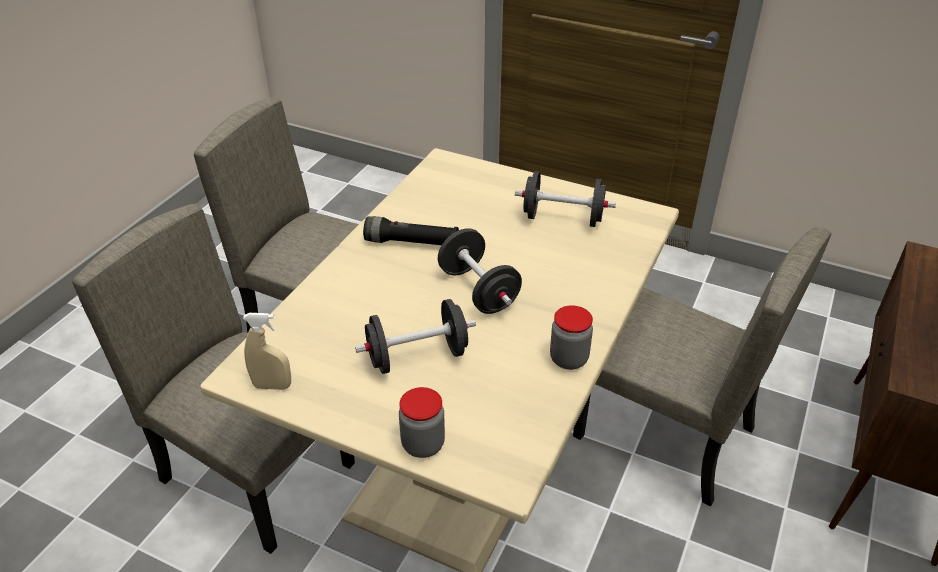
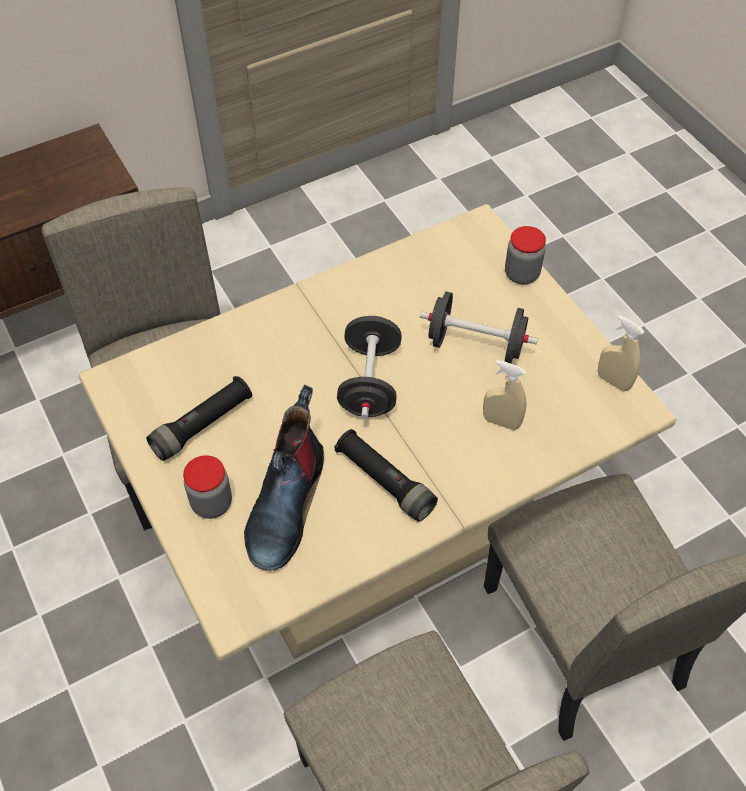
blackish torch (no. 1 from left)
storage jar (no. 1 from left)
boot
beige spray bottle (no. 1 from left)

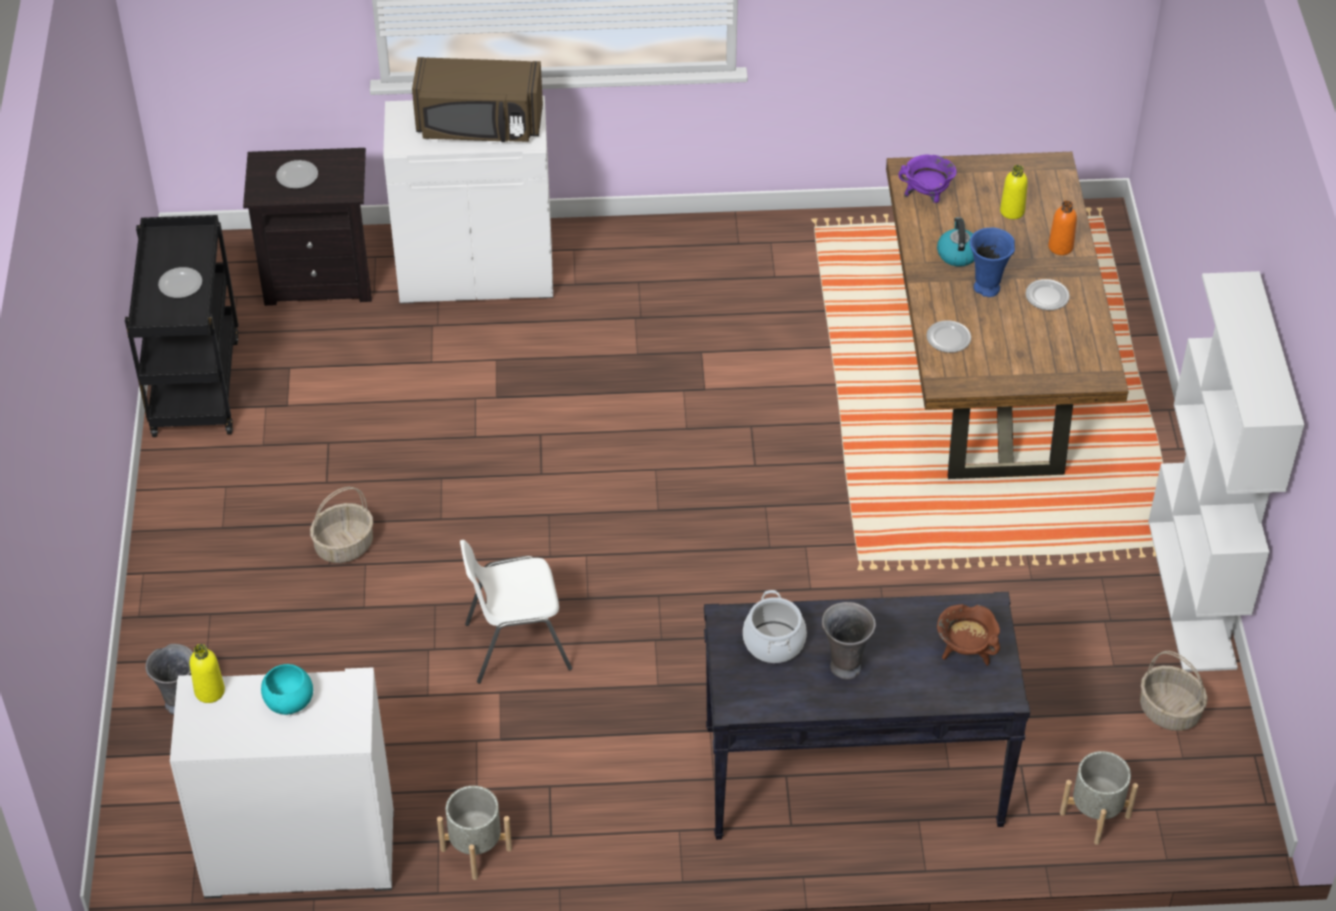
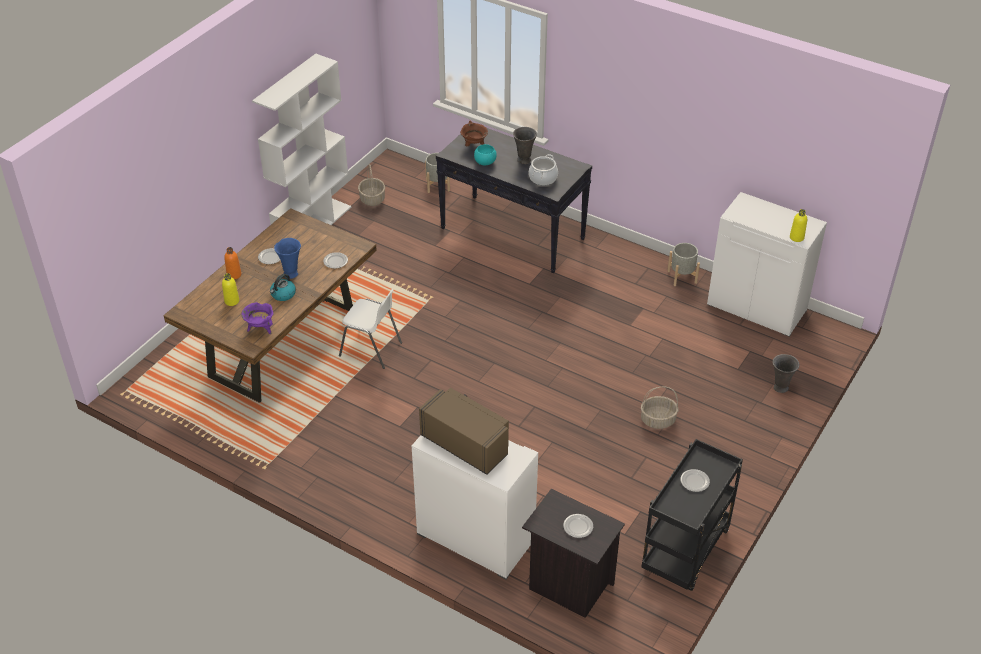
white-coloured chair
blue-green bowl

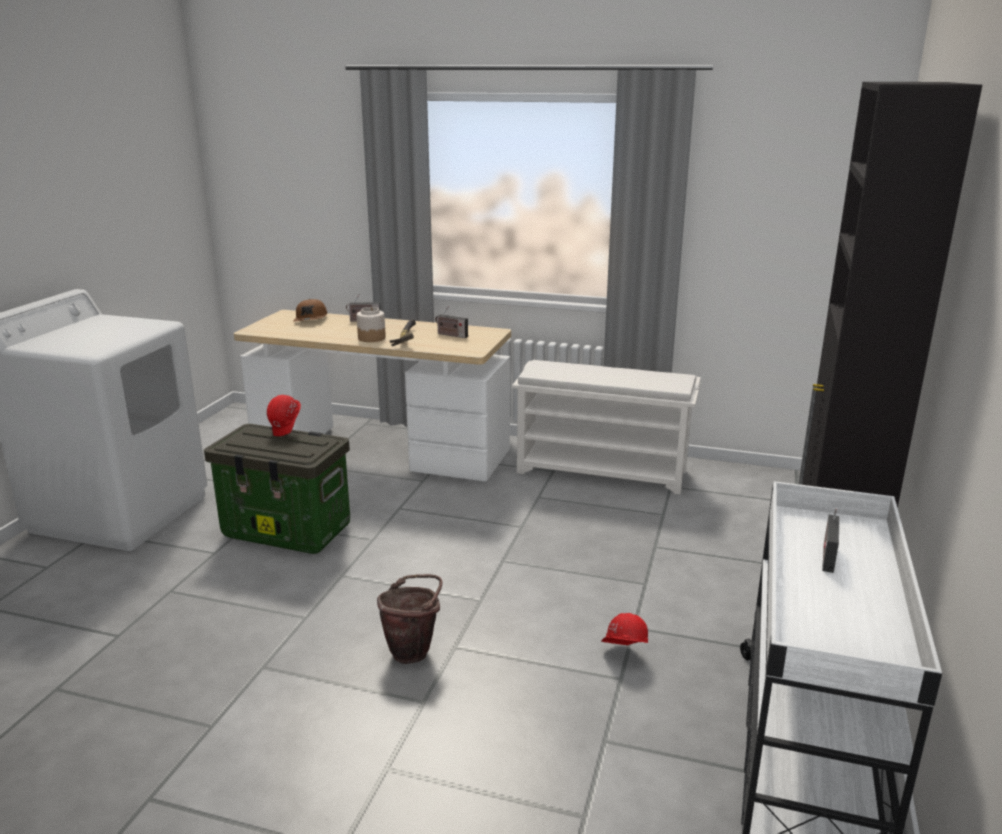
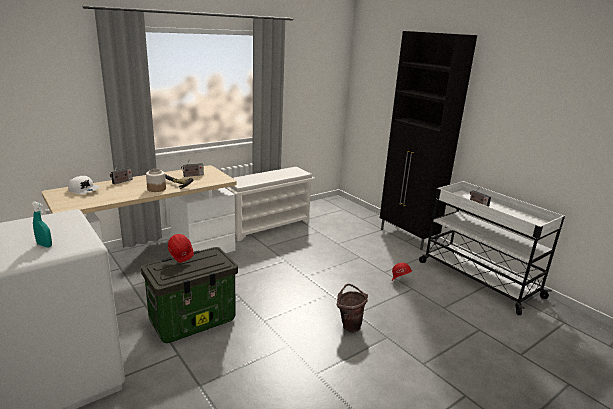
blue-green spray bottle
white-coloured cap

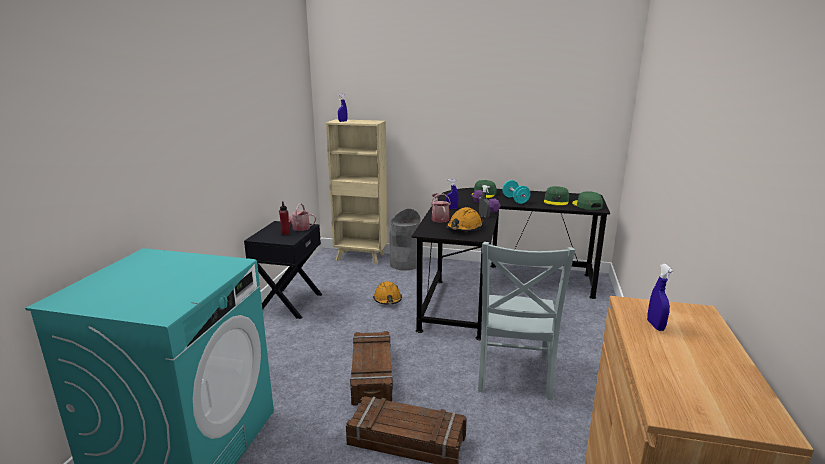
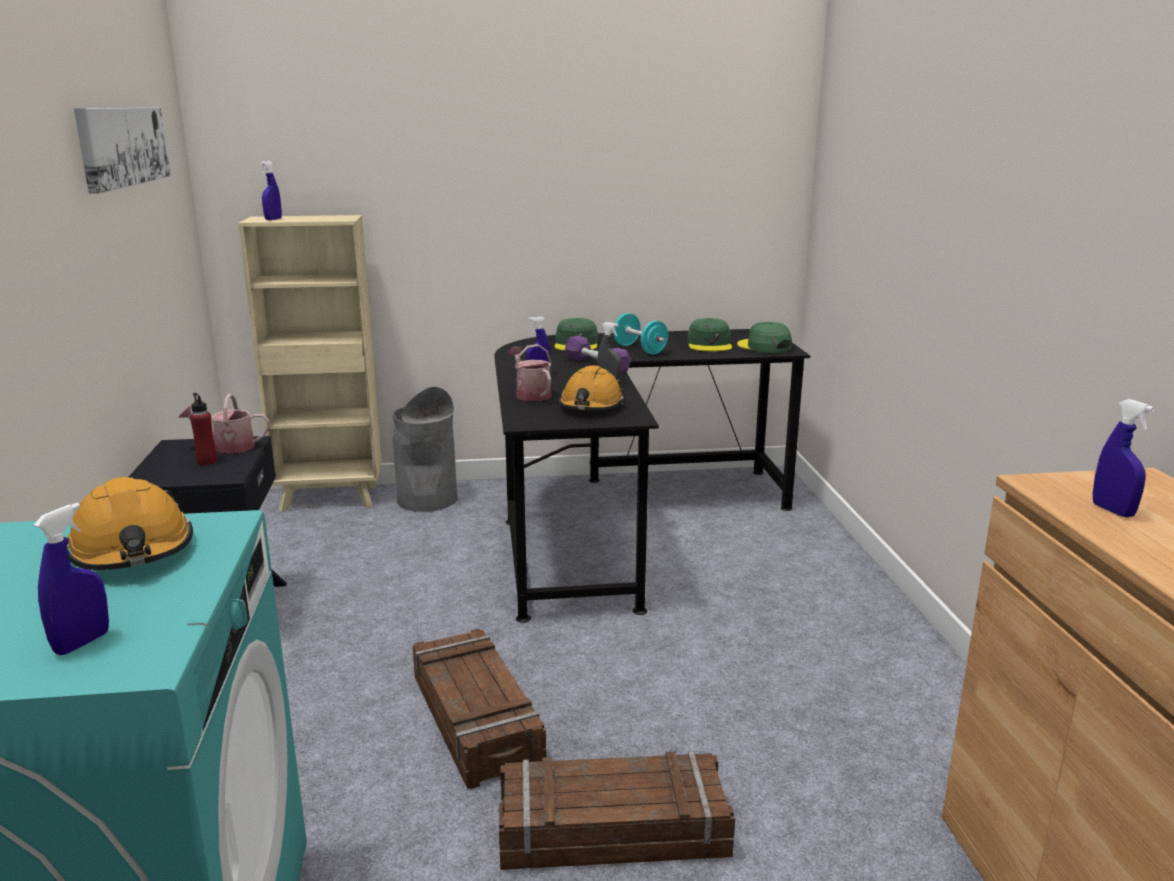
blue-coloured spray bottle (no. 1 from left)
orange hard hat (no. 1 from left)
wall art
gray chair

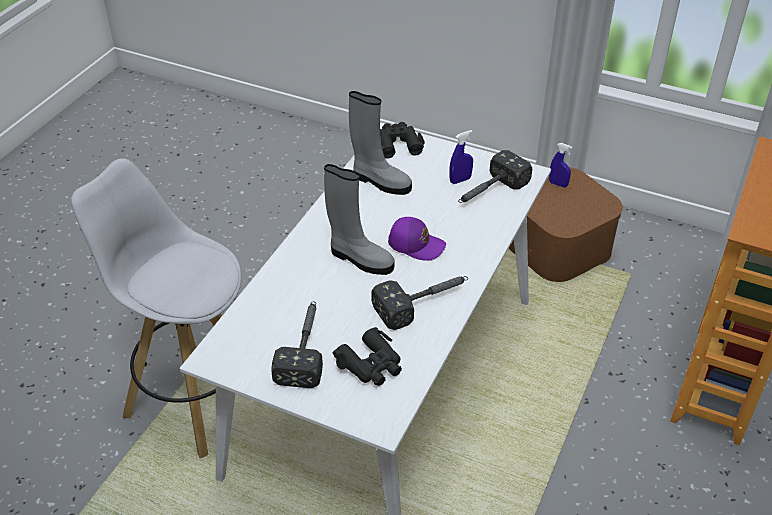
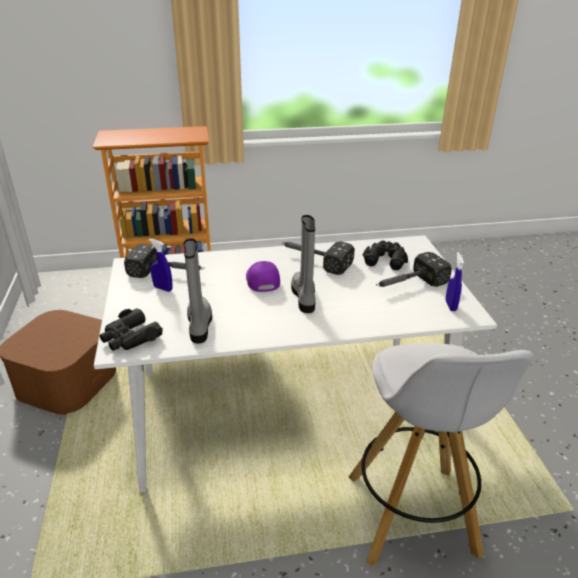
blue-coloured spray bottle (no. 2 from left)

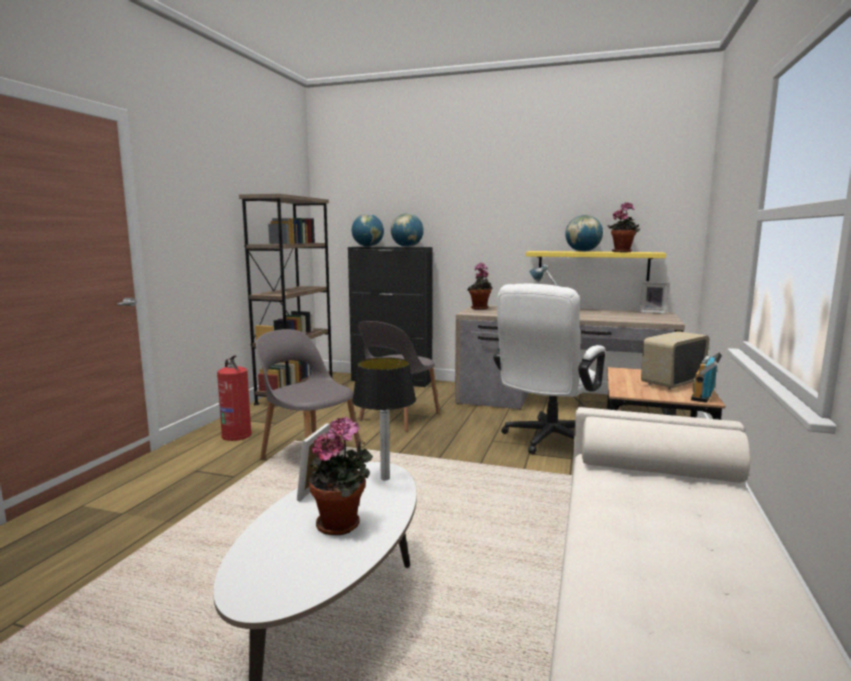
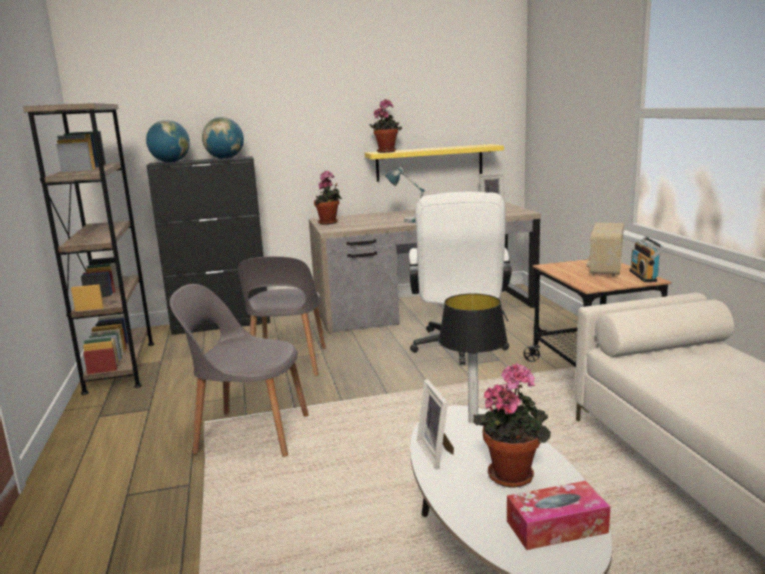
potted plant (no. 2 from left)
tissue holder
fire extinguisher
globe (no. 3 from left in the first image)

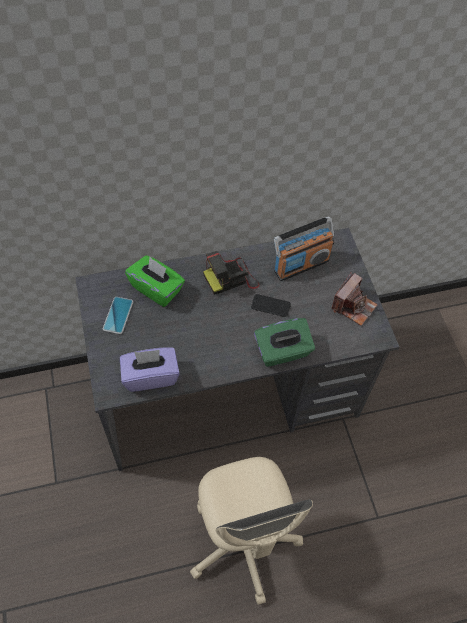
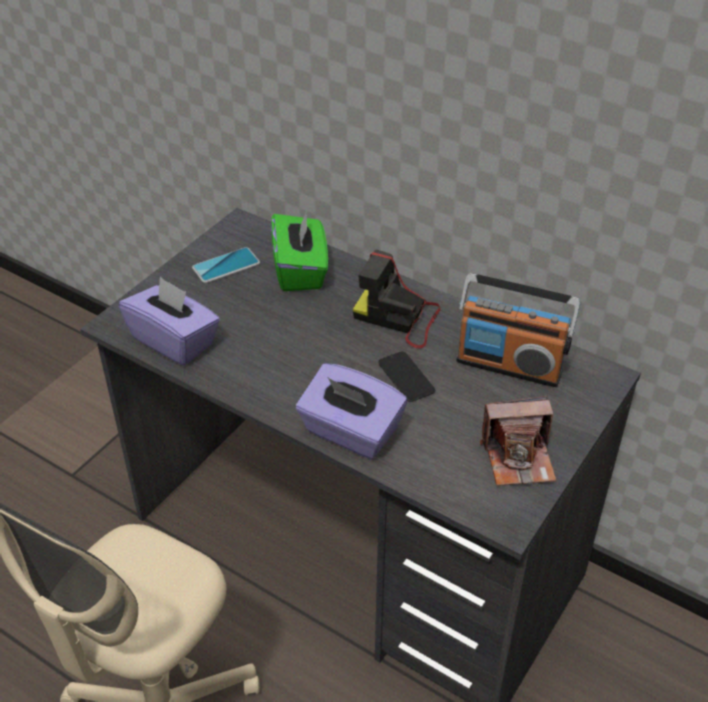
purplish tissue holder (no. 2 from left)

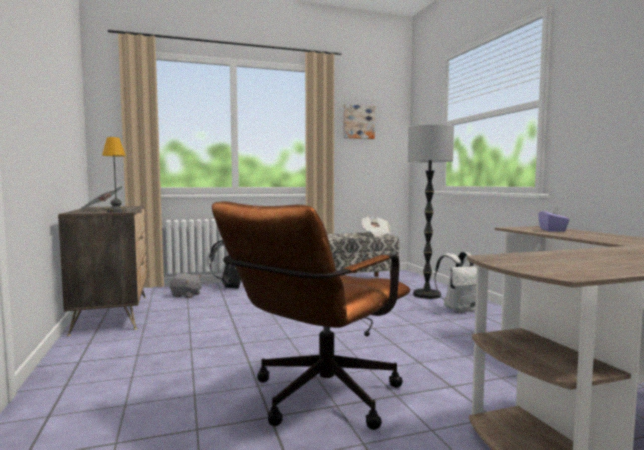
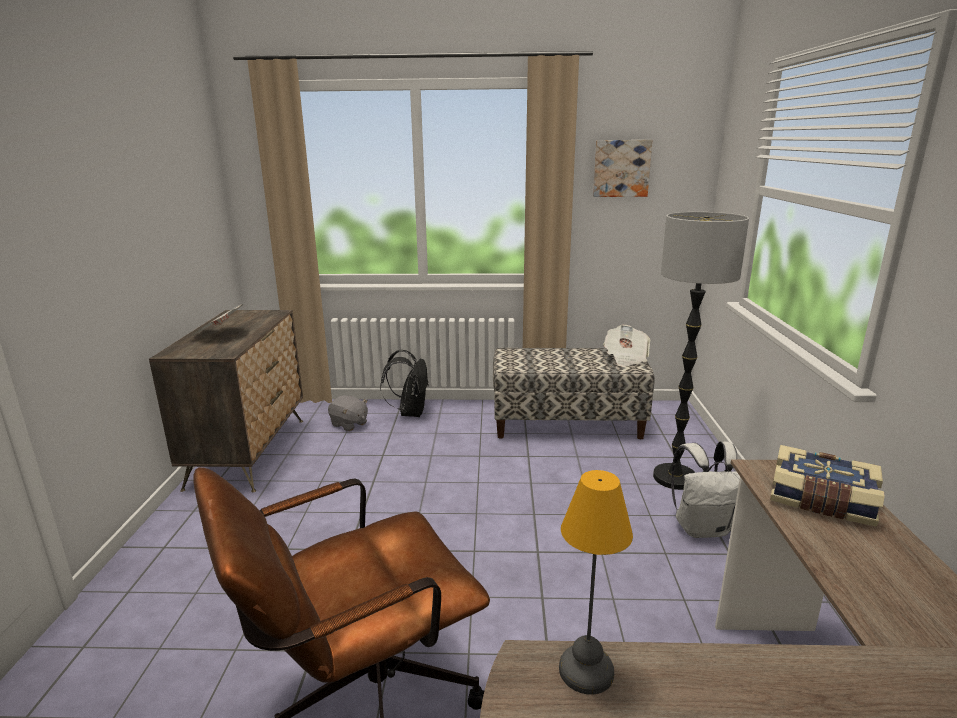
lamp for a table
bound book

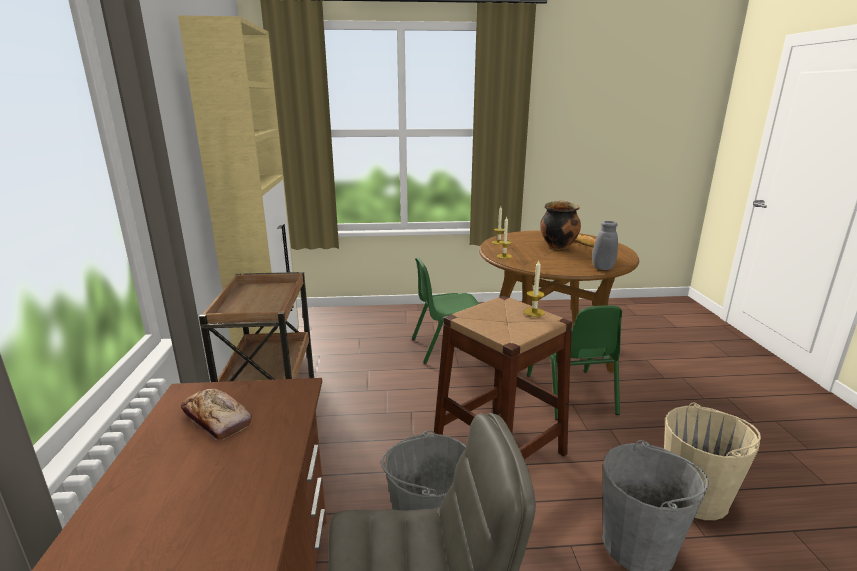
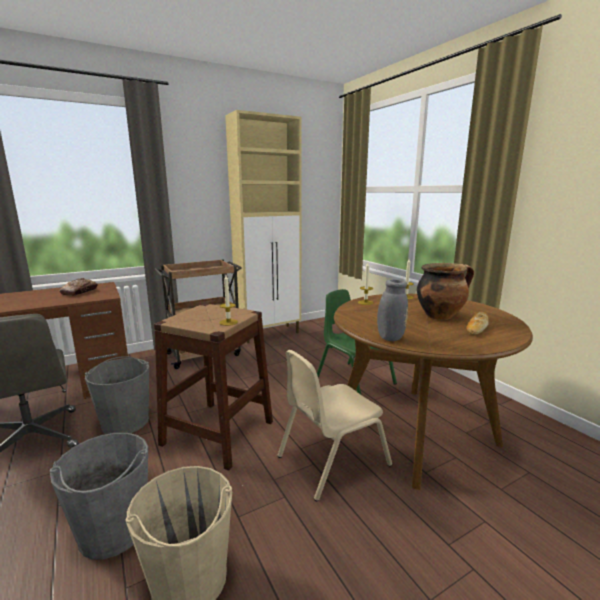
beige chair

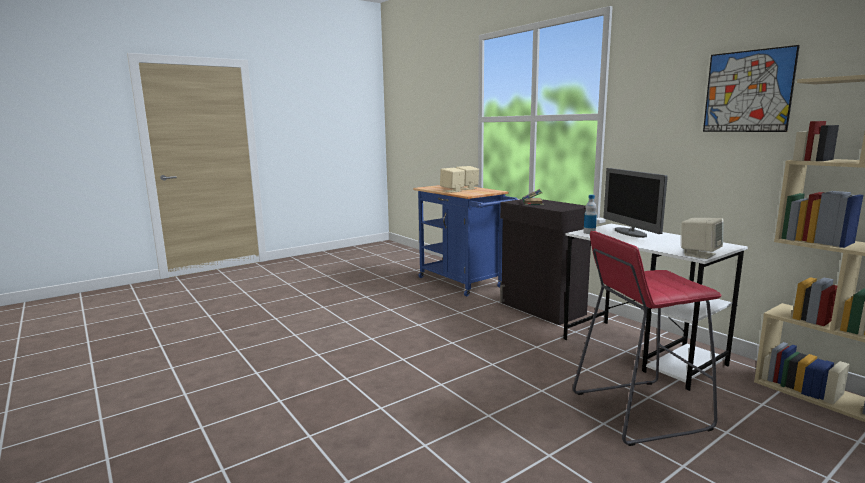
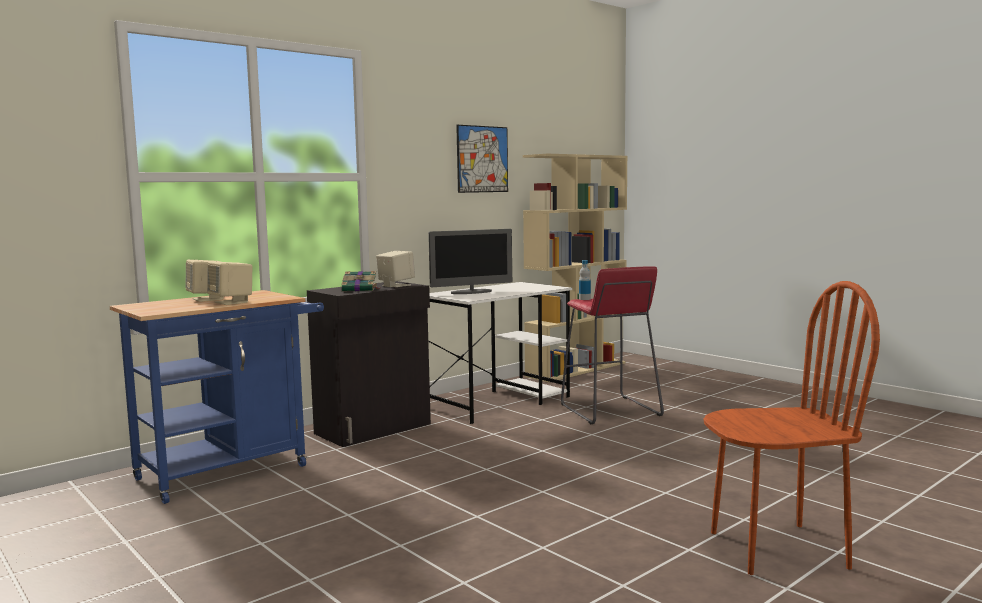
beige audio speaker (no. 3 from left)
bottle
brown-coloured chair

